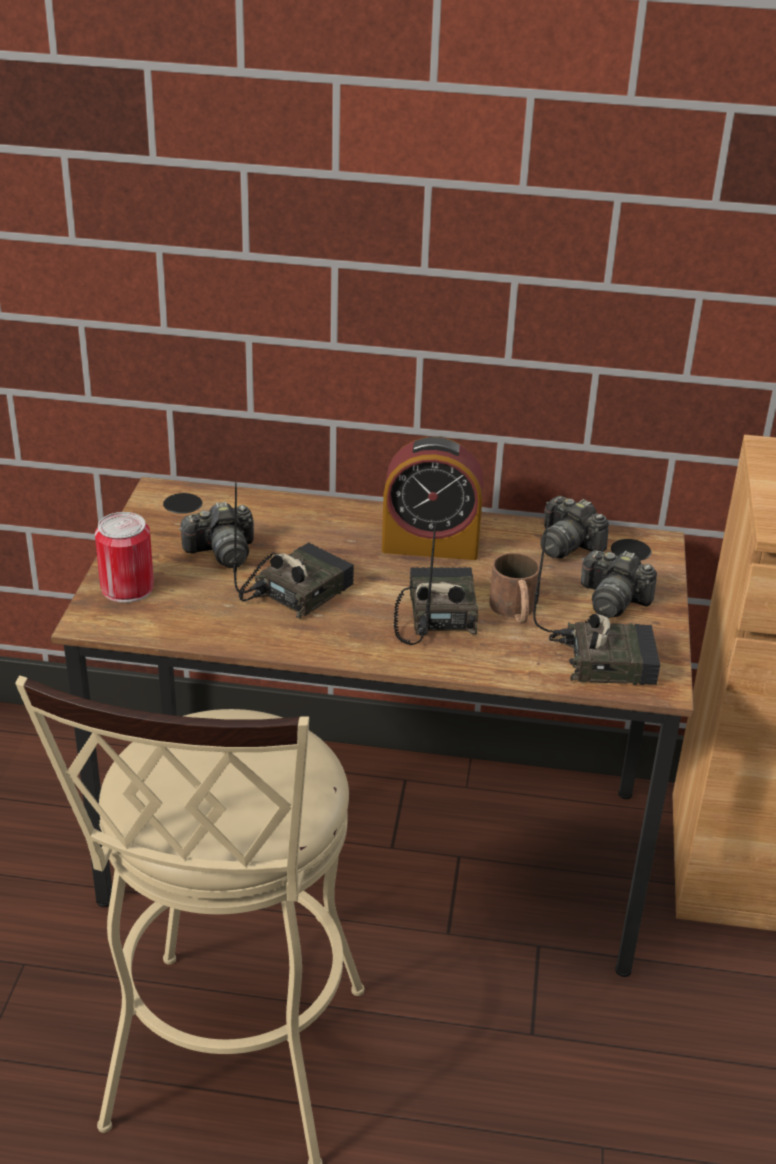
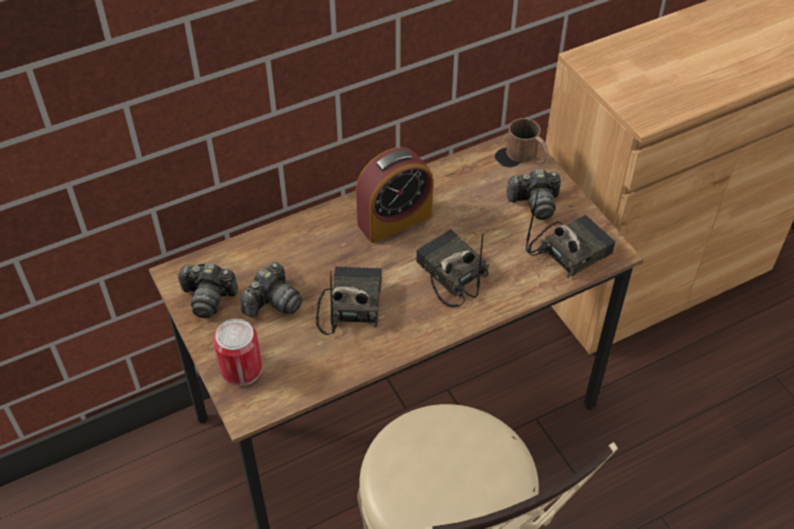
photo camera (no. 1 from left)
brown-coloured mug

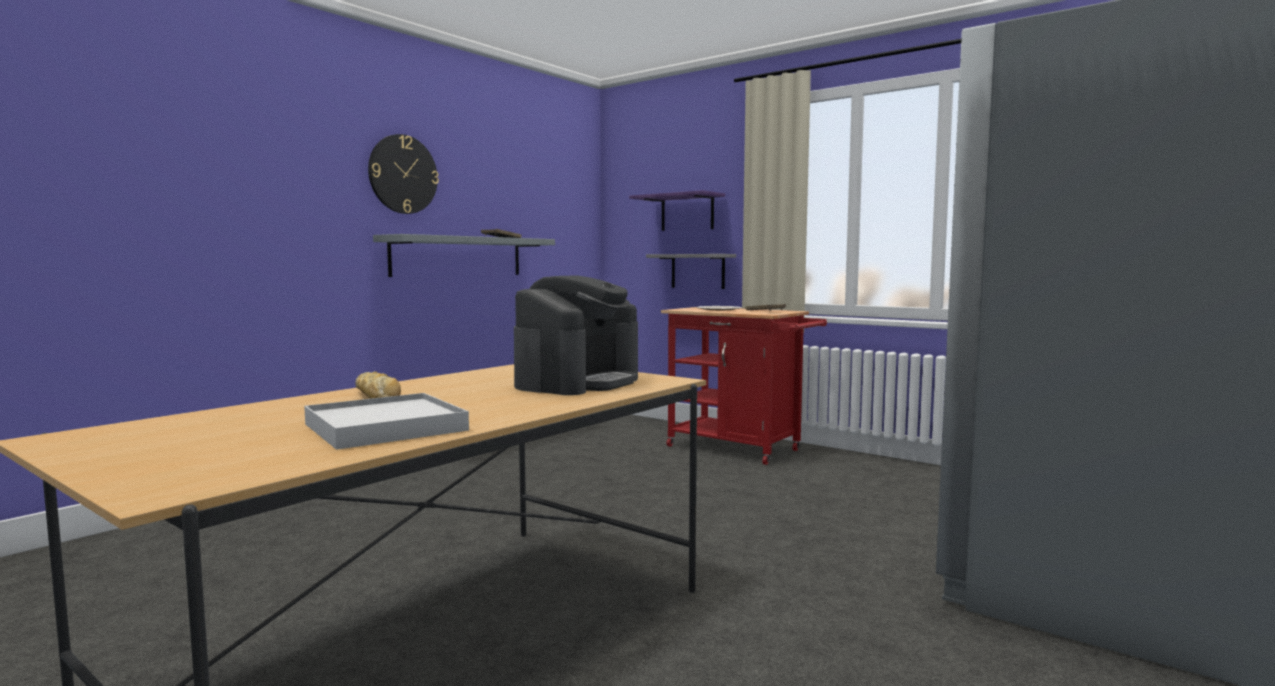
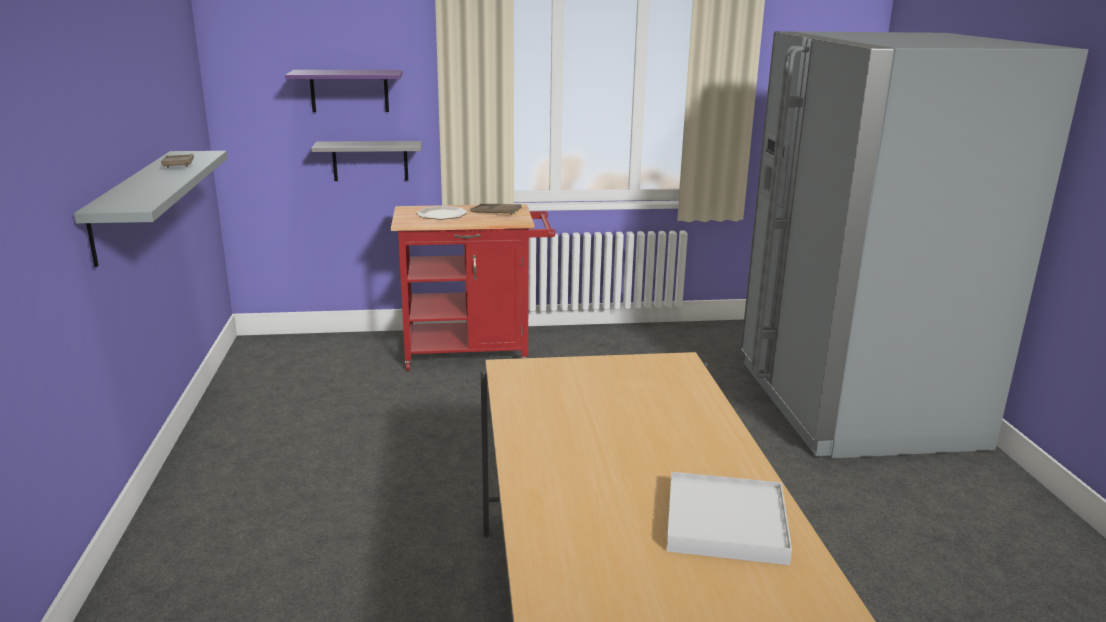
bread
clock on the wall
coffee maker

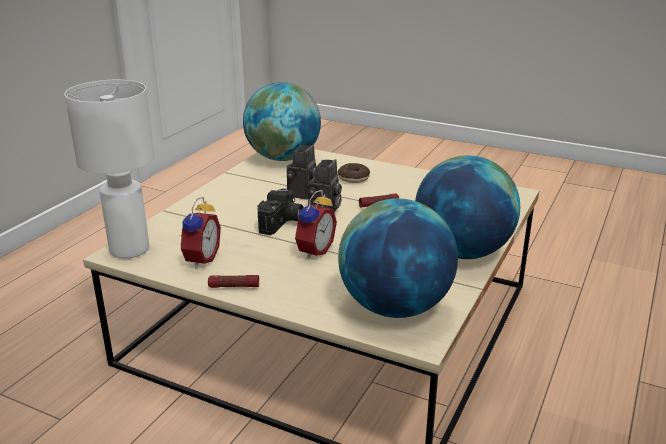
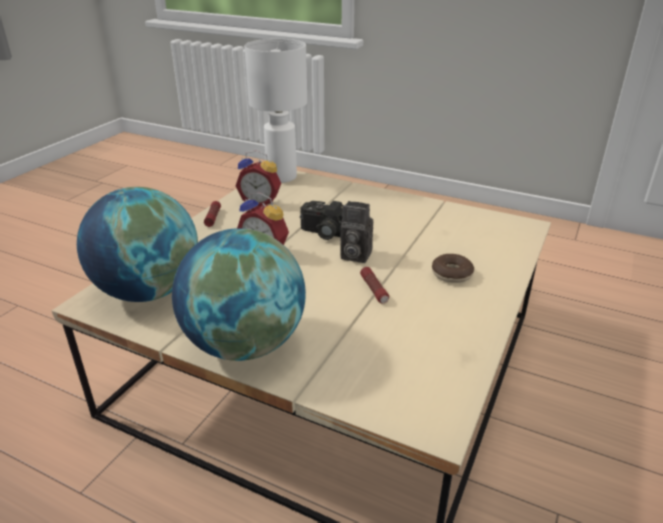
globe (no. 1 from left in the first image)
photo camera (no. 2 from left in the first image)

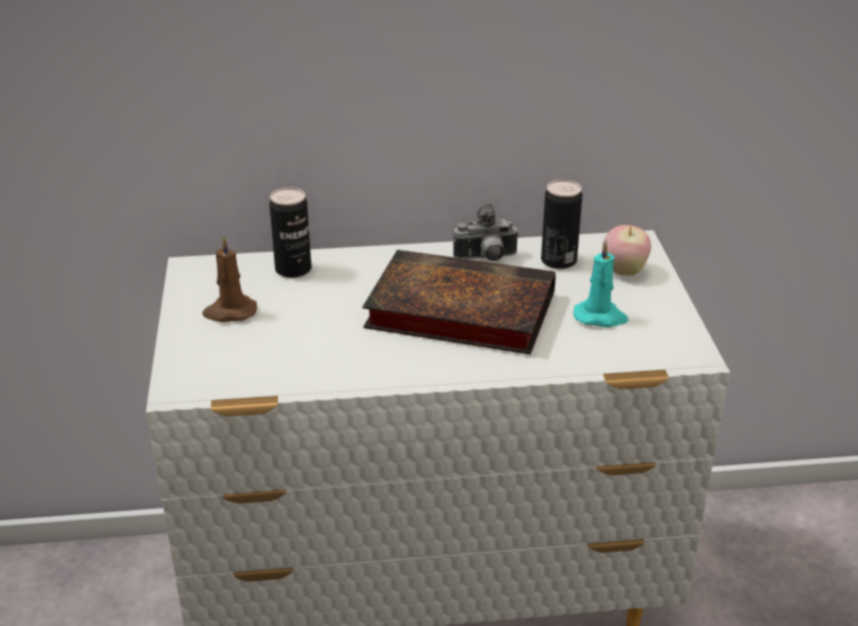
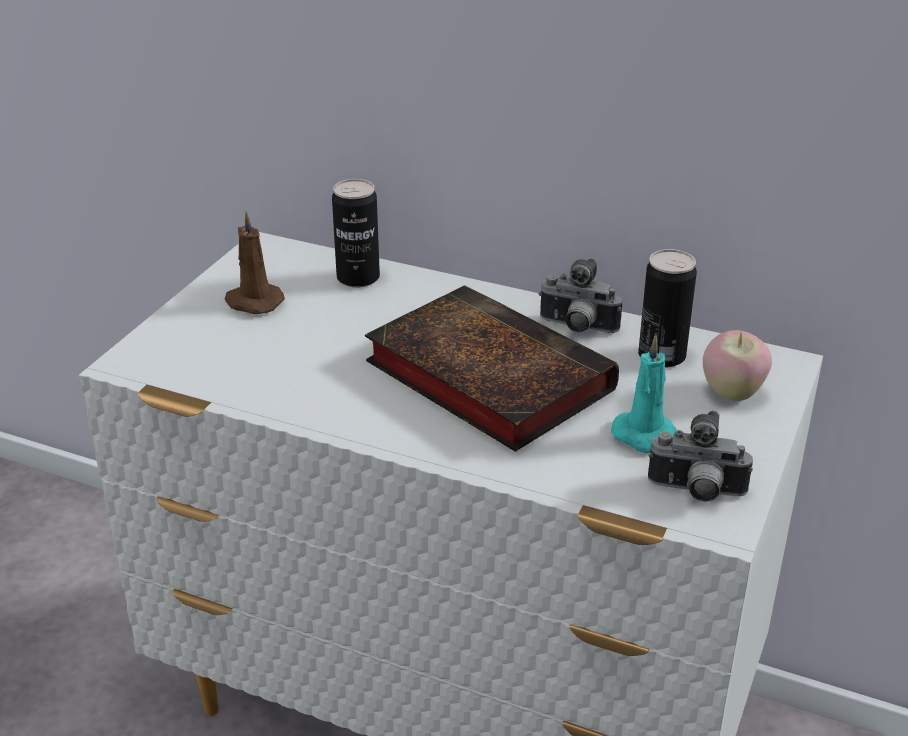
photo camera (no. 2 from left)

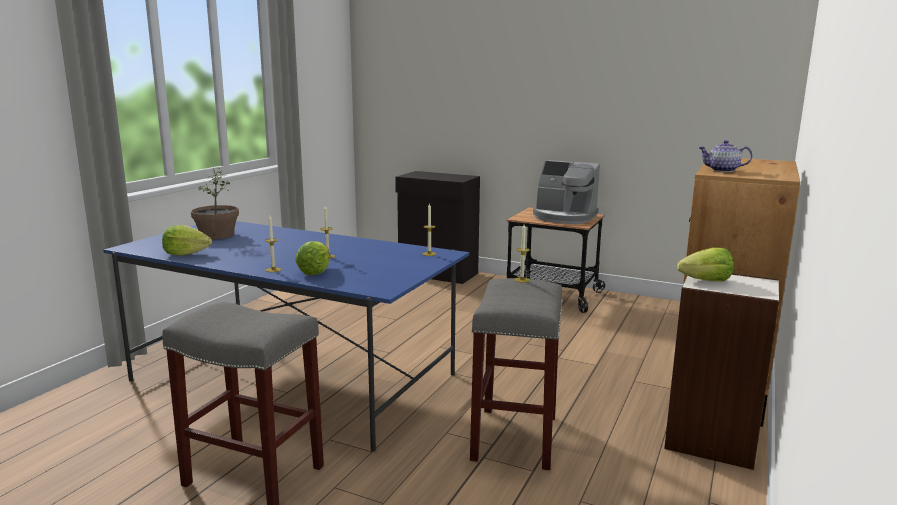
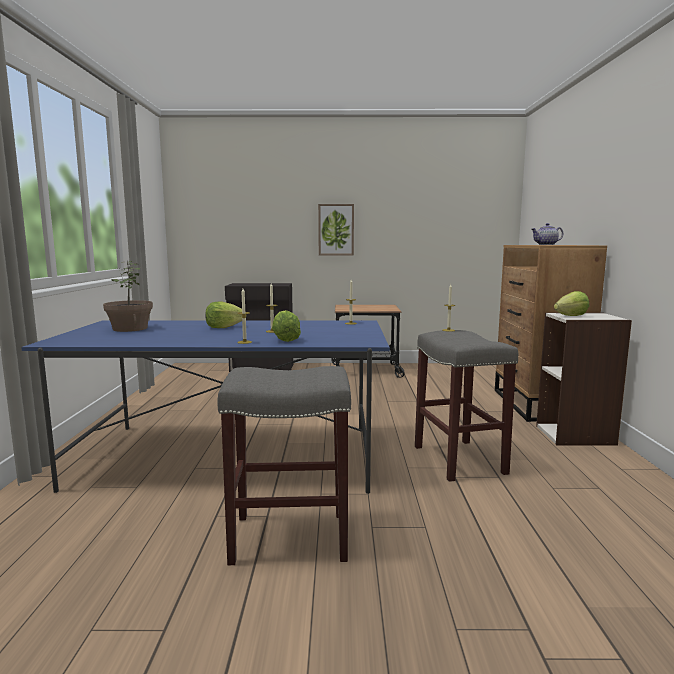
lettuce (no. 1 from left)
wall art
coffee maker

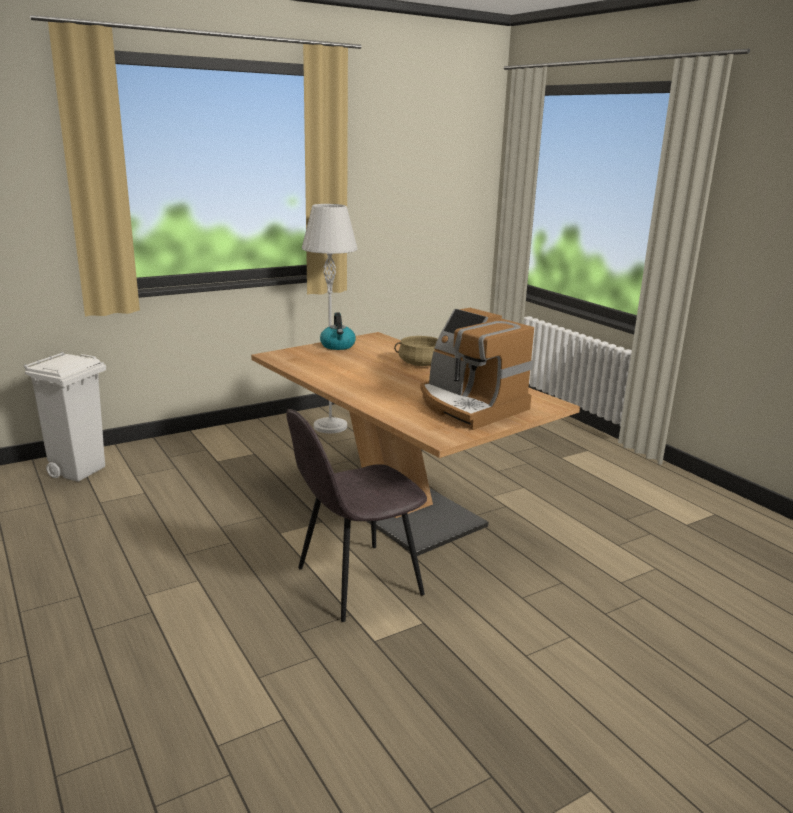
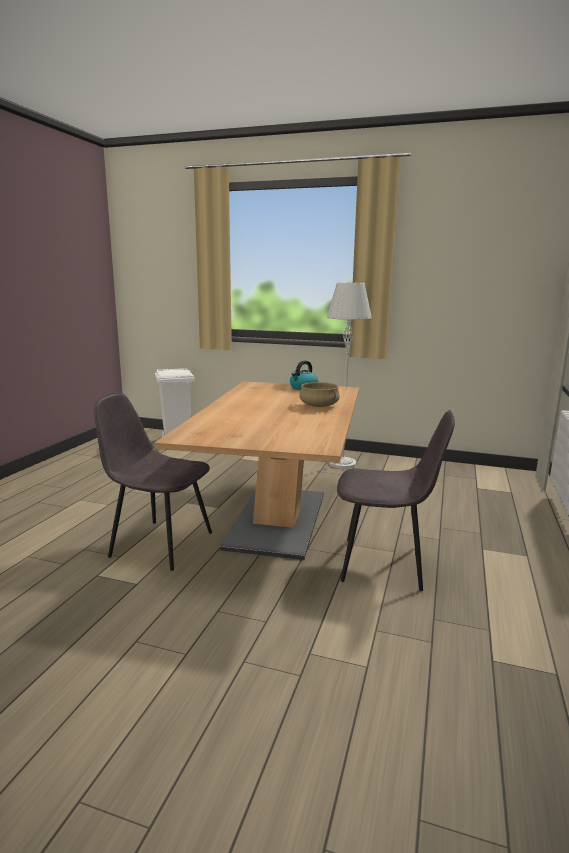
gray chair (no. 2 from left)
coffee maker

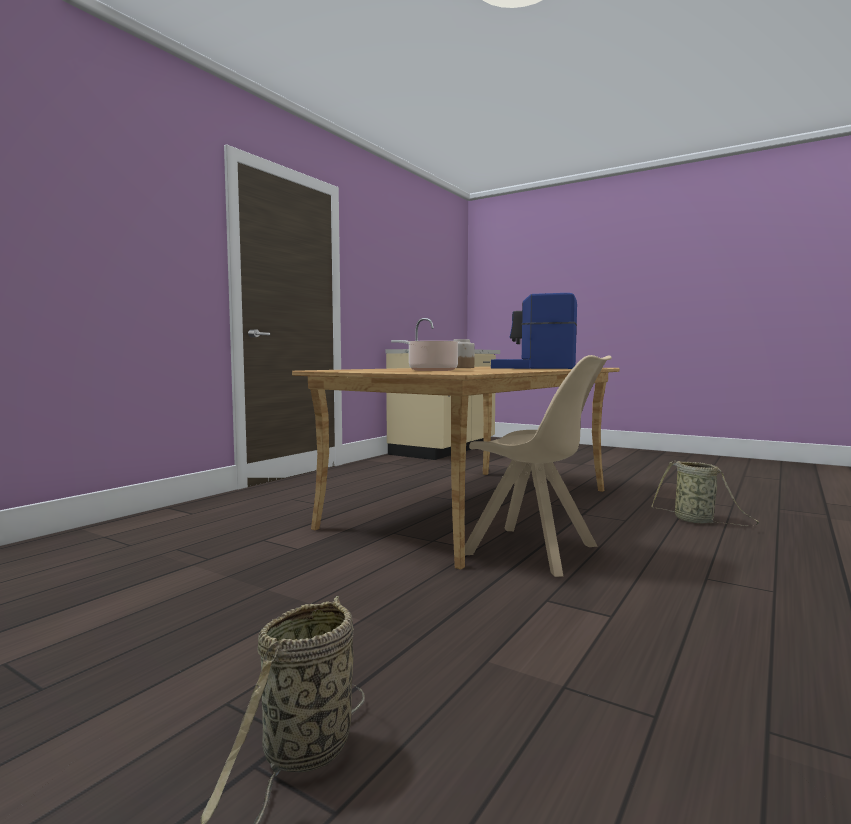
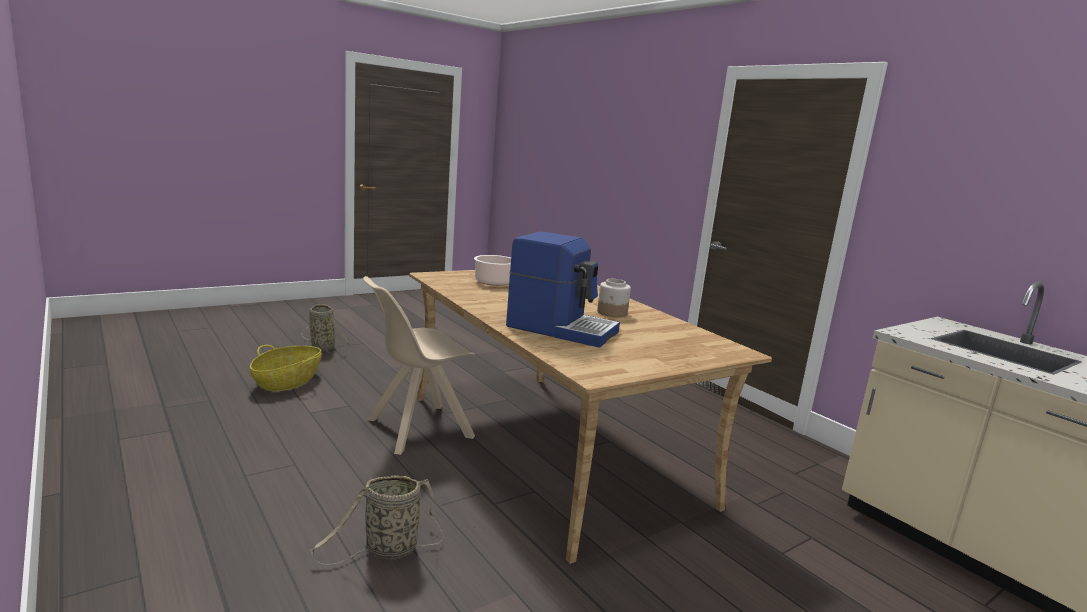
basket (no. 1 from left)
coffee maker

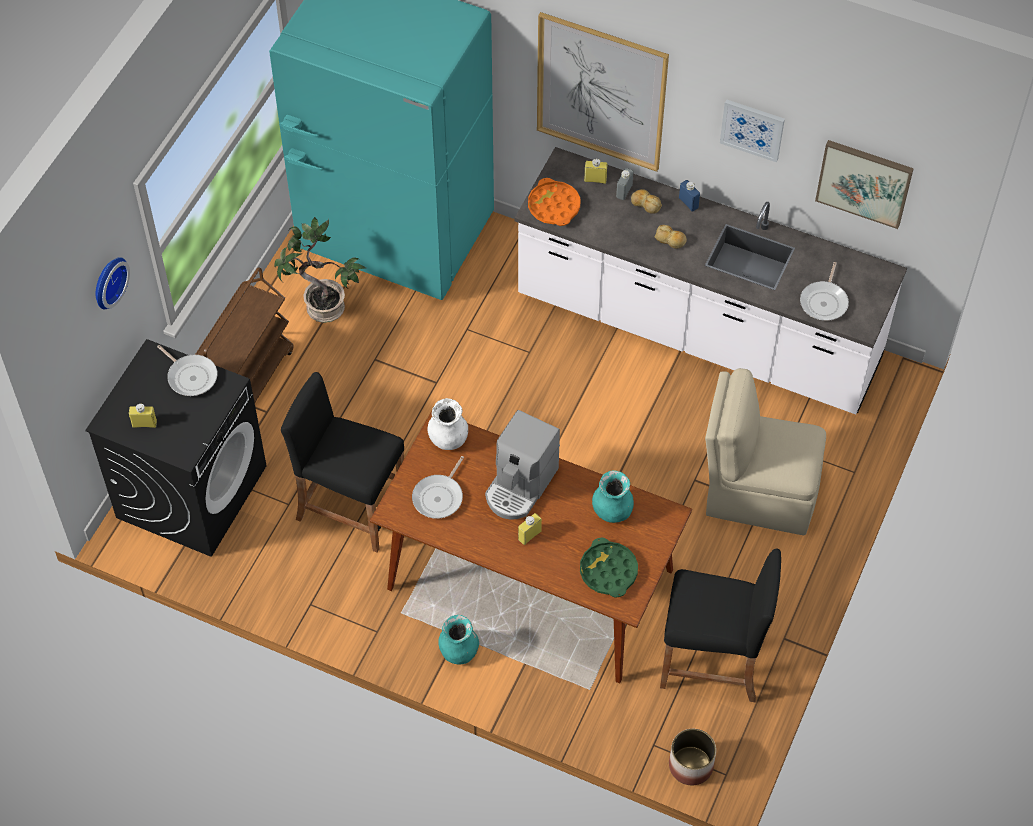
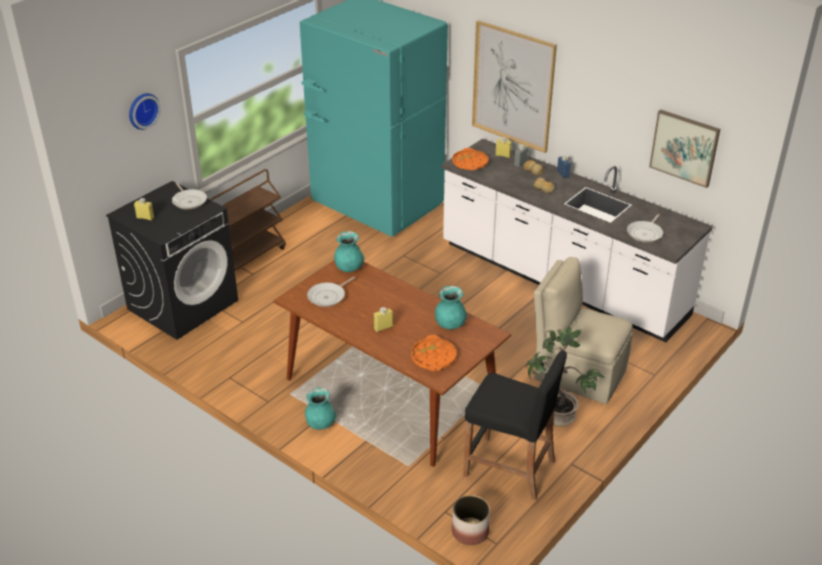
blue-green vase (no. 2 from left)
orange carrying tray (no. 1 from left)
potted plant
blackish sitting stool (no. 1 from left in the first image)
coffee maker
wall art (no. 2 from left in the first image)

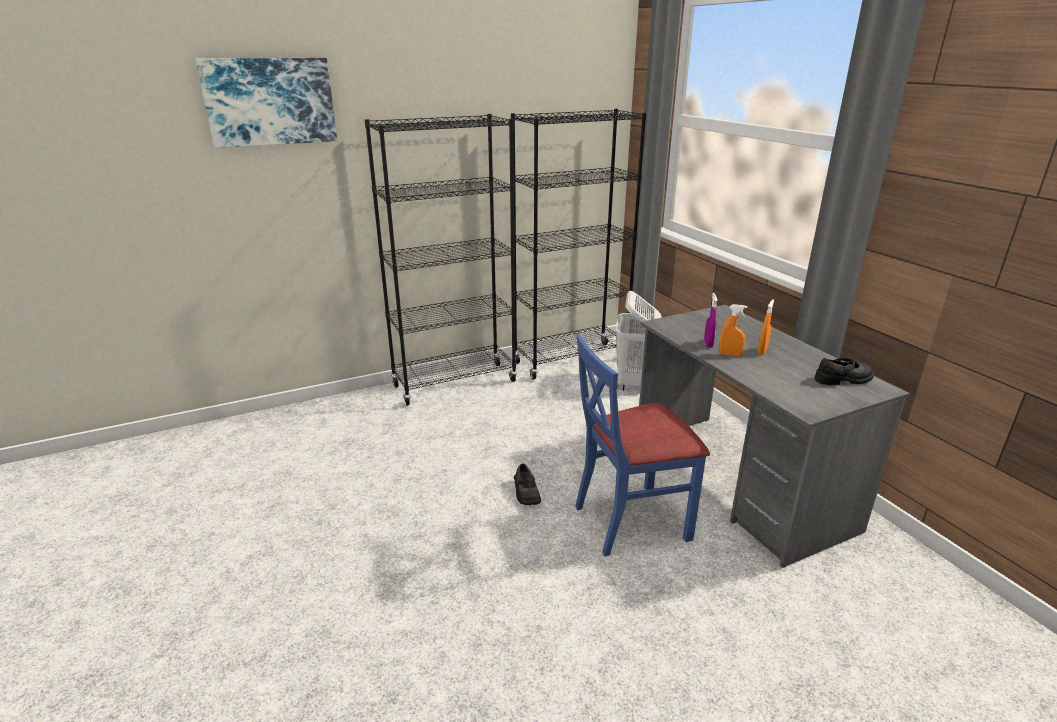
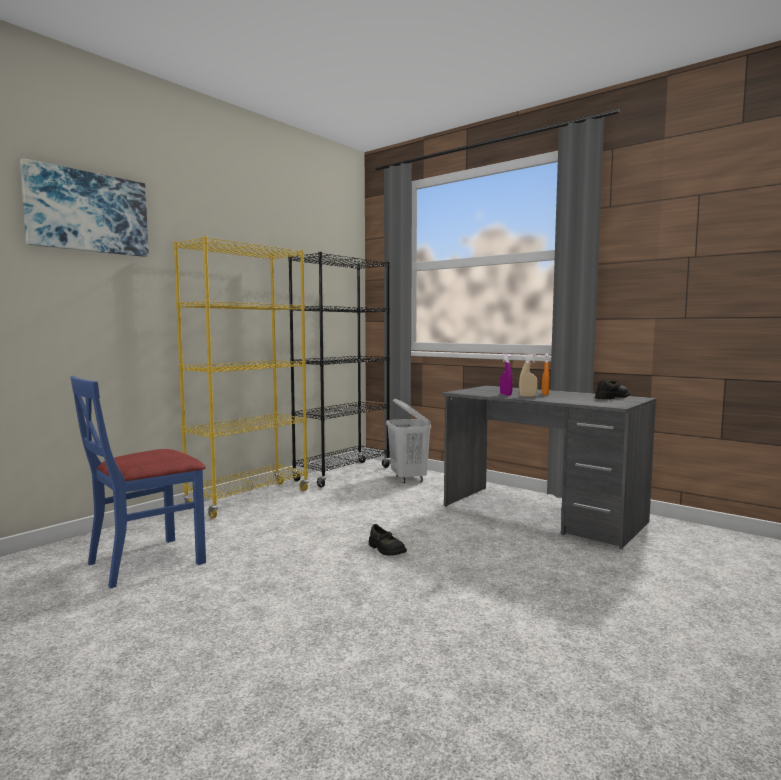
blue-coloured chair
yellowish shelving unit
beige spray bottle

